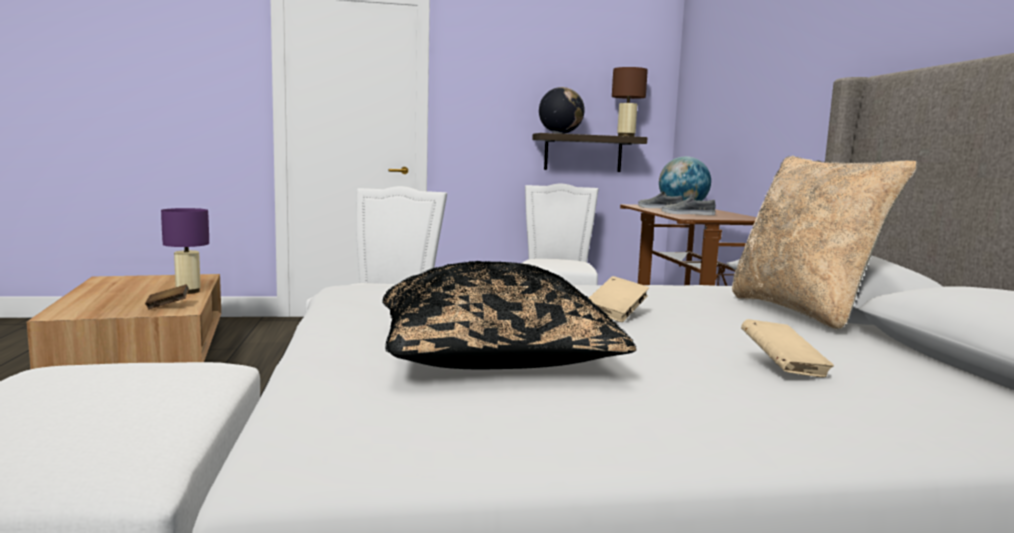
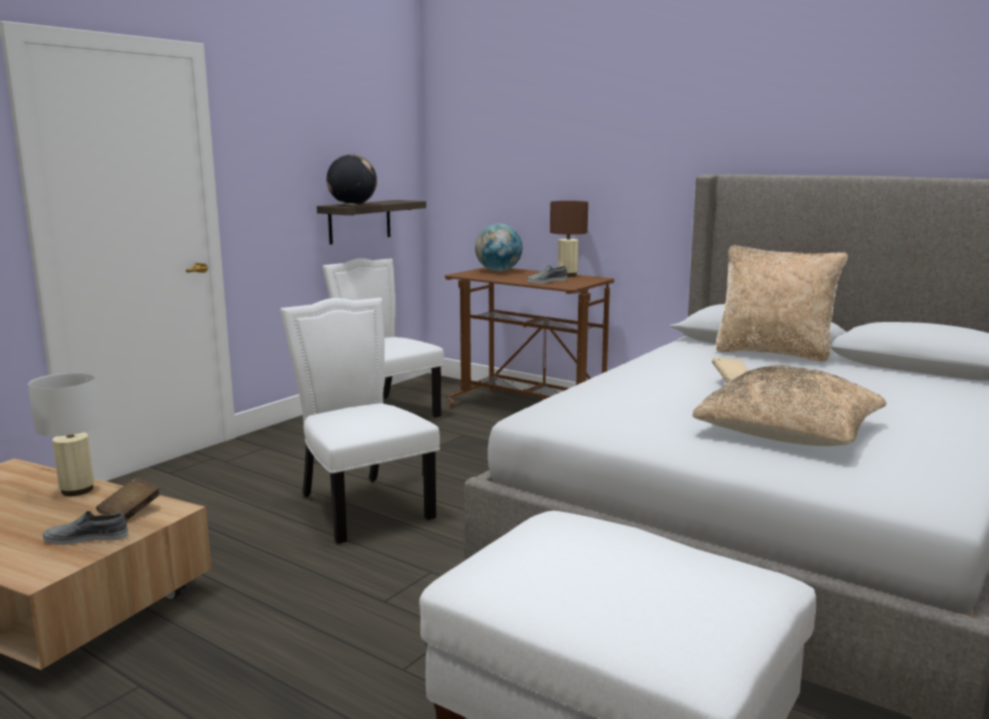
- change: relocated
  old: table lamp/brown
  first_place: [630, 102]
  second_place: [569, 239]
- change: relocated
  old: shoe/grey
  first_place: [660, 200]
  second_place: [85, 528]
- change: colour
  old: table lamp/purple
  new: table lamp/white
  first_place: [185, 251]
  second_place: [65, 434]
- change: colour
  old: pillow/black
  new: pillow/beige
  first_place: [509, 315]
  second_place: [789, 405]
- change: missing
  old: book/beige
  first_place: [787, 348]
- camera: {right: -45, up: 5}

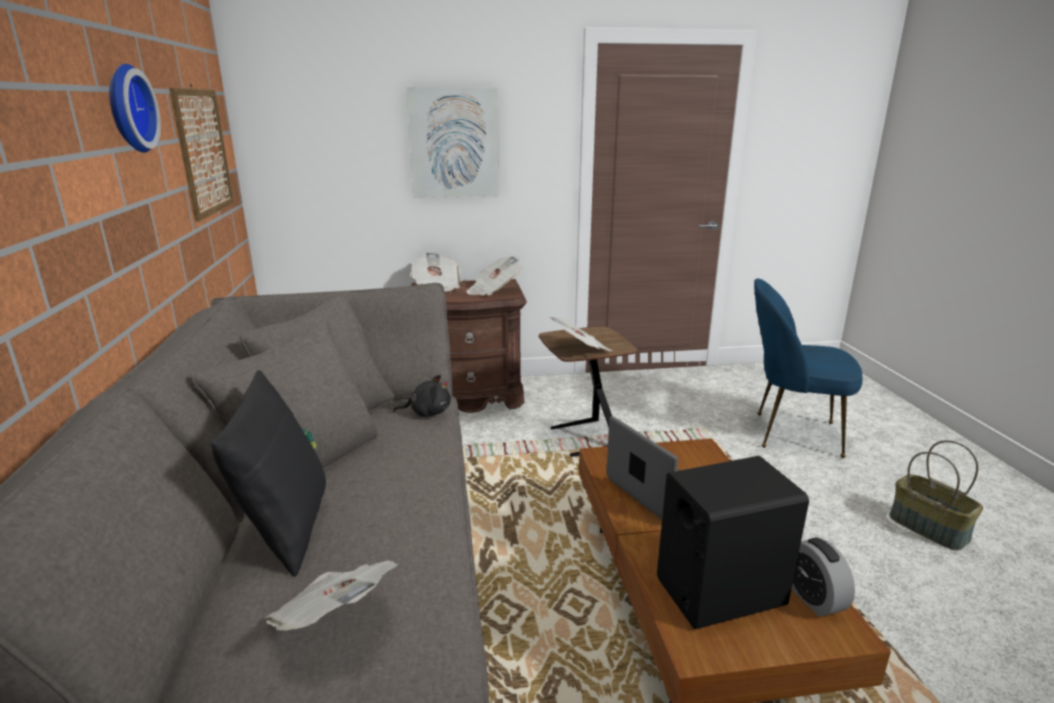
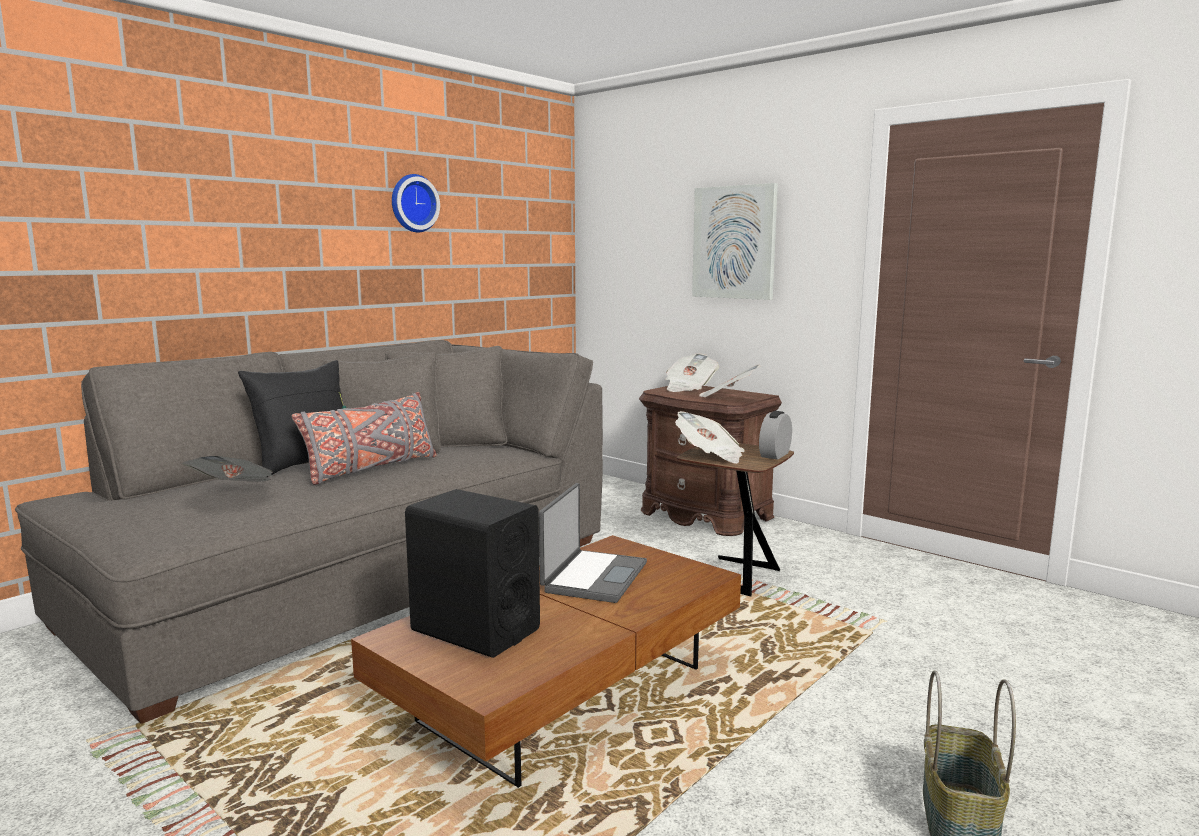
- change: missing
  old: picture
  first_place: [201, 153]
- change: missing
  old: chair/blue
  first_place: [808, 368]
- change: missing
  old: plush toy/black
  first_place: [422, 396]
- change: relocated
  old: alarm clock
  first_place: [823, 577]
  second_place: [775, 435]
- change: appeared
  new: pillow/grey
  second_place: [364, 438]
- camera: {right: 50, up: -10}

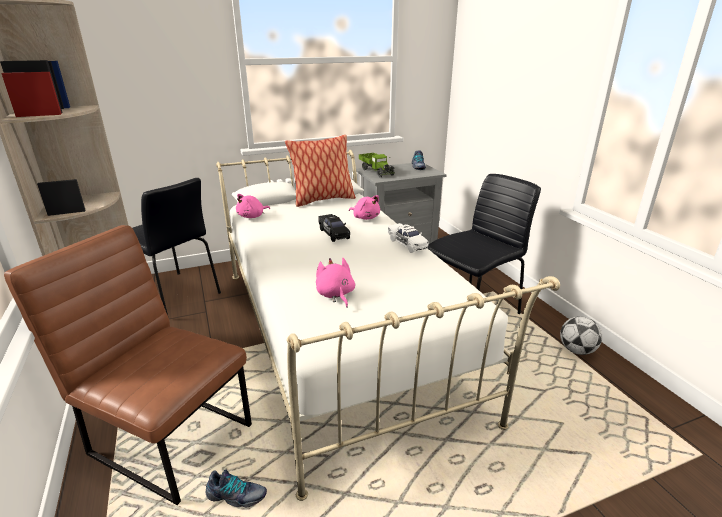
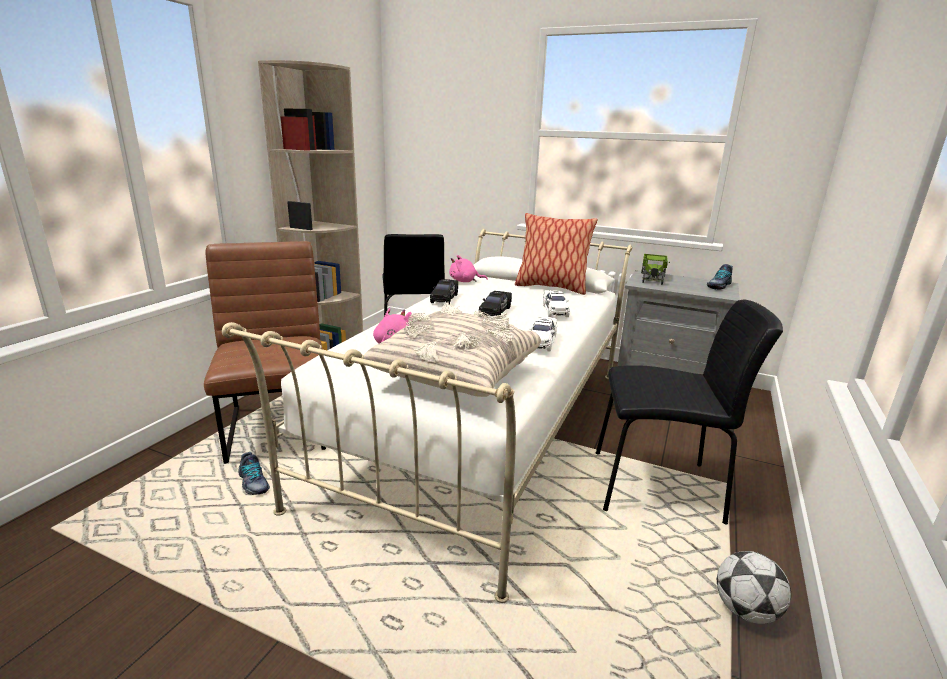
- change: exchanged
  old: plush toy/pink
  new: toy car/white
  first_place: [364, 207]
  second_place: [556, 303]
- change: appeared
  new: toy car/black
  second_place: [444, 292]
- change: appeared
  new: pillow/beige
  second_place: [452, 349]
- camera: {right: 45, up: -5}

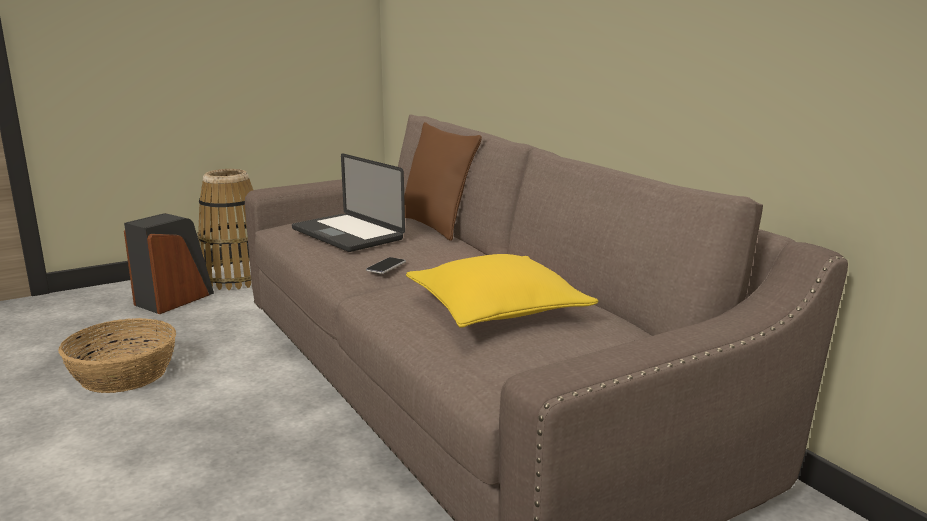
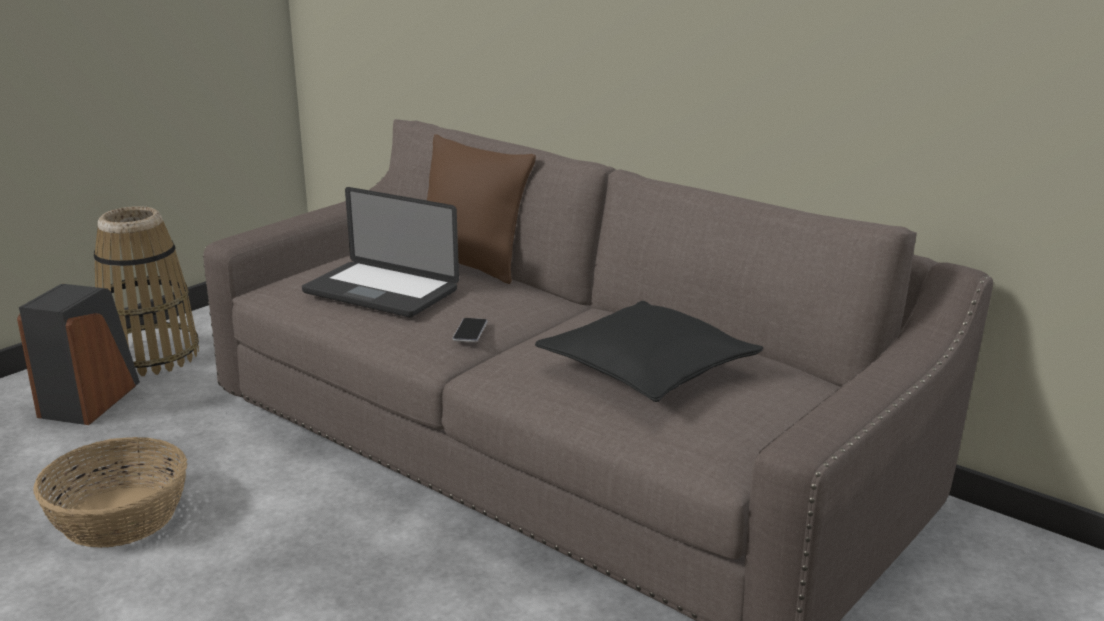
- change: colour
  old: pillow/yellow
  new: pillow/black
  first_place: [502, 291]
  second_place: [649, 351]
- camera: {right: -20, up: 5}

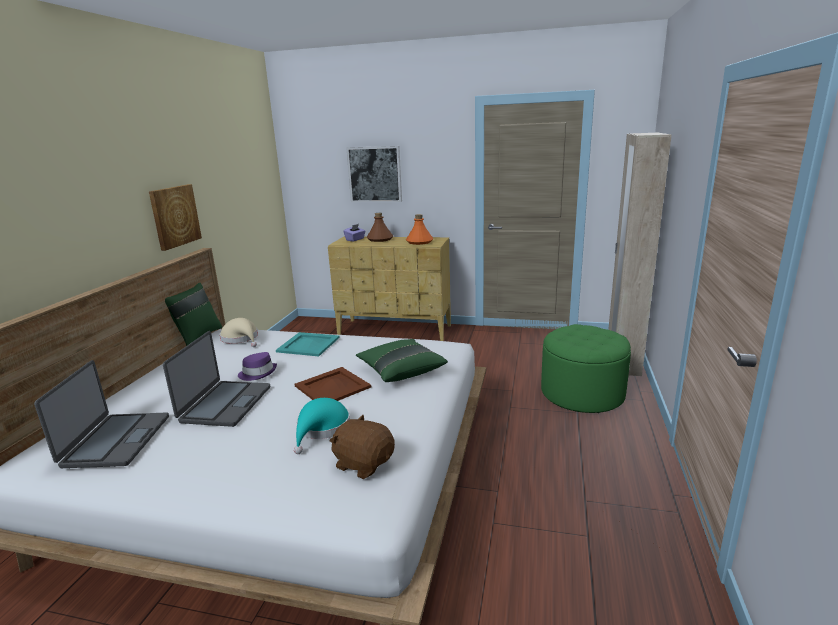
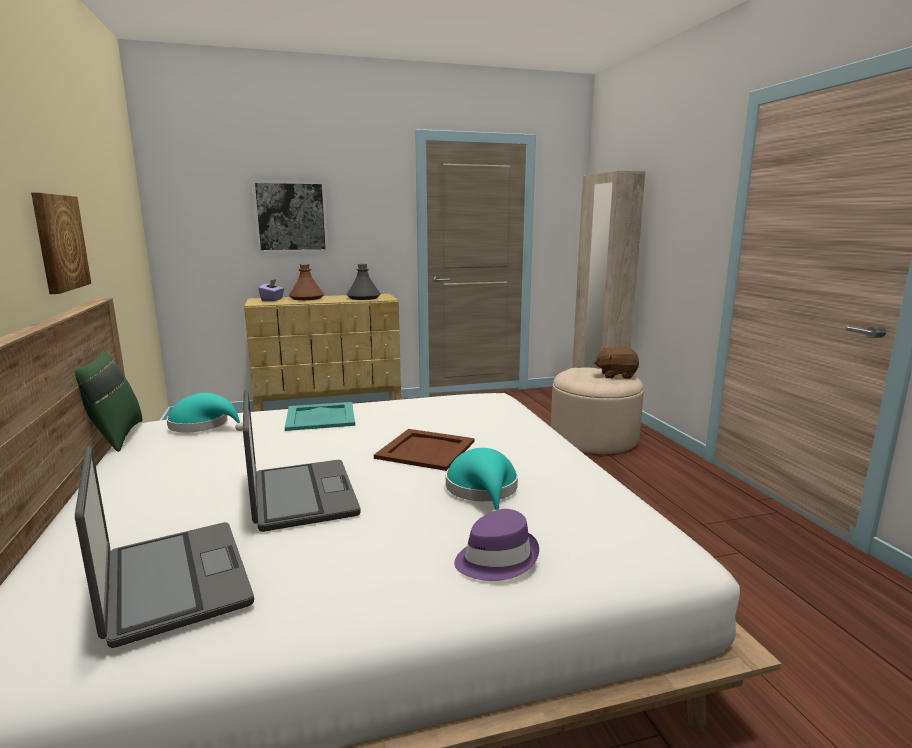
- change: colour
  old: bottle/orange
  new: bottle/grey
  first_place: [420, 229]
  second_place: [363, 282]
- change: colour
  old: hat/beige
  new: hat/turquoise
  first_place: [239, 332]
  second_place: [205, 413]
- change: colour
  old: ottoman/green
  new: ottoman/beige
  first_place: [586, 368]
  second_place: [597, 410]
- change: missing
  old: pillow/green
  first_place: [402, 360]
- change: relocated
  old: hat/purple
  first_place: [257, 366]
  second_place: [496, 545]
- change: relocated
  old: plush toy/brown
  first_place: [362, 447]
  second_place: [616, 363]
- camera: {right: -30, up: -5}

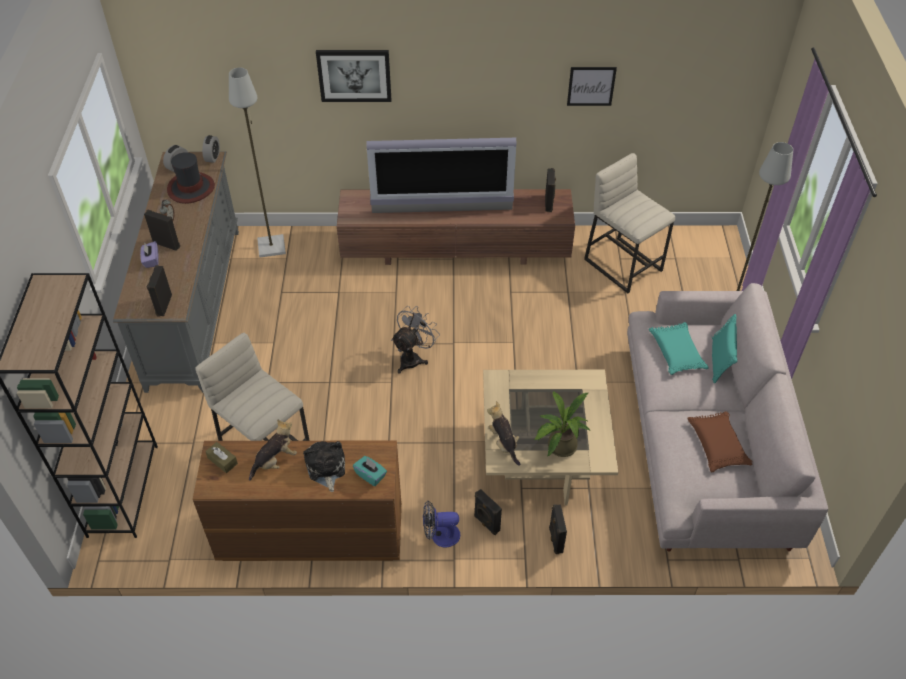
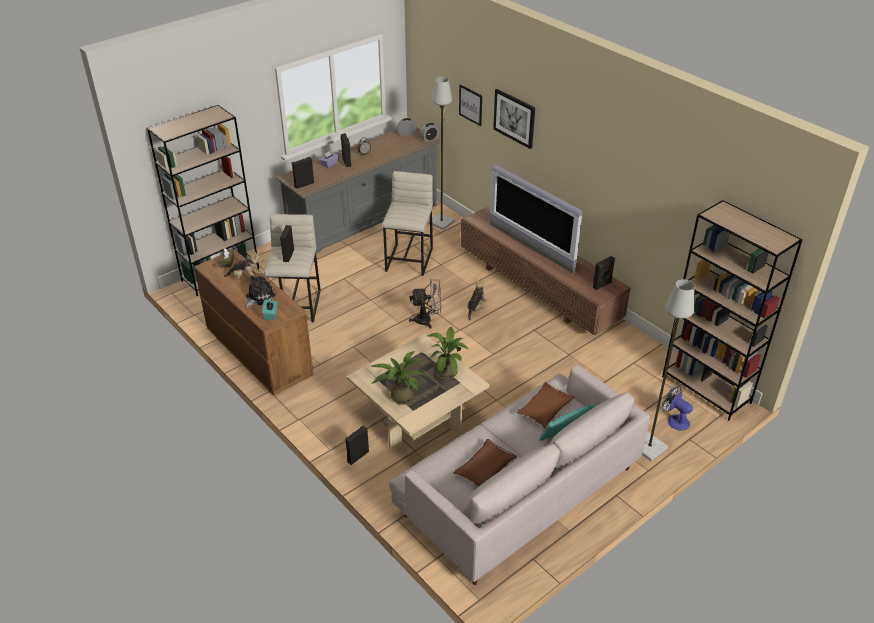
- change: relocated
  old: picture
  first_place: [592, 86]
  second_place: [470, 105]
- change: missing
  old: hat
  first_place: [191, 178]
- change: relocated
  old: stool/beige
  first_place: [629, 223]
  second_place: [408, 223]
- change: colour
  old: pillow/turquoise
  new: pillow/brown
  first_place: [679, 348]
  second_place: [546, 405]
- change: relocated
  old: plush toy
  first_place: [503, 433]
  second_place: [477, 300]
- change: relocated
  old: speaker/black
  first_place: [488, 512]
  second_place: [287, 243]
- change: relocated
  old: fan
  first_place: [441, 524]
  second_place: [677, 408]
- change: appeared
  new: bookcase/beige
  second_place: [732, 310]
- change: appeared
  new: potted plant
  second_place: [448, 353]
- camera: {right: 50, up: -10}

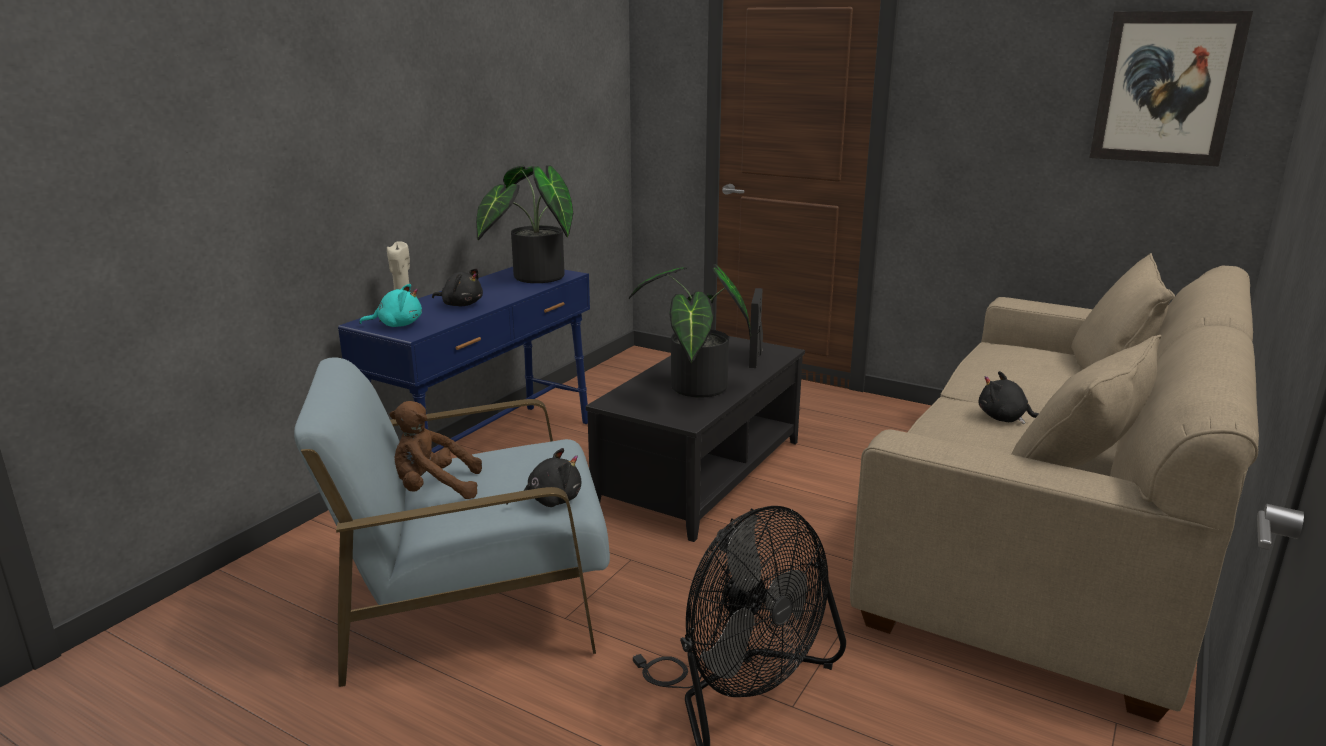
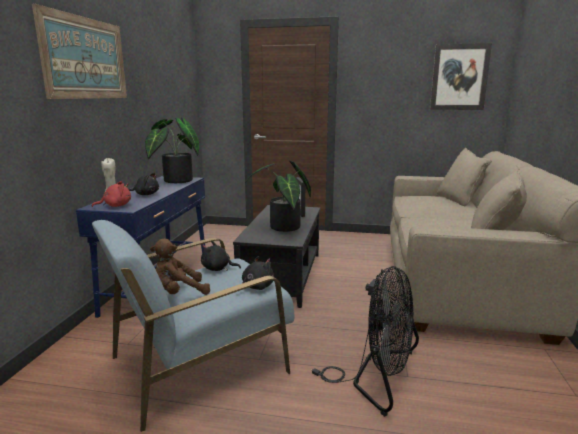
- change: colour
  old: plush toy/turquoise
  new: plush toy/red
  first_place: [390, 305]
  second_place: [111, 194]
- change: relocated
  old: plush toy/black
  first_place: [1009, 397]
  second_place: [221, 256]
- change: appeared
  new: picture
  second_place: [79, 51]
- camera: {right: -20, up: -5}

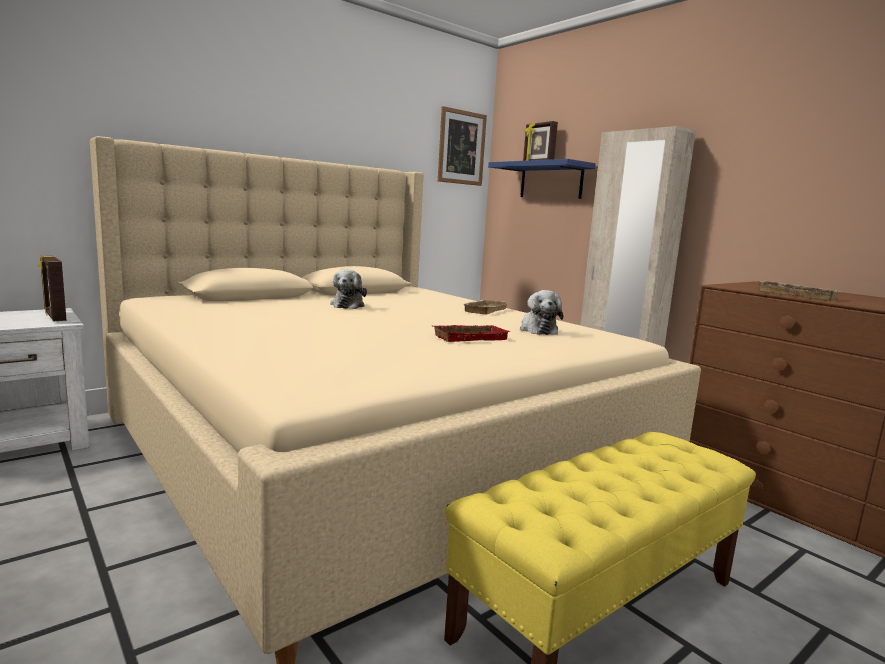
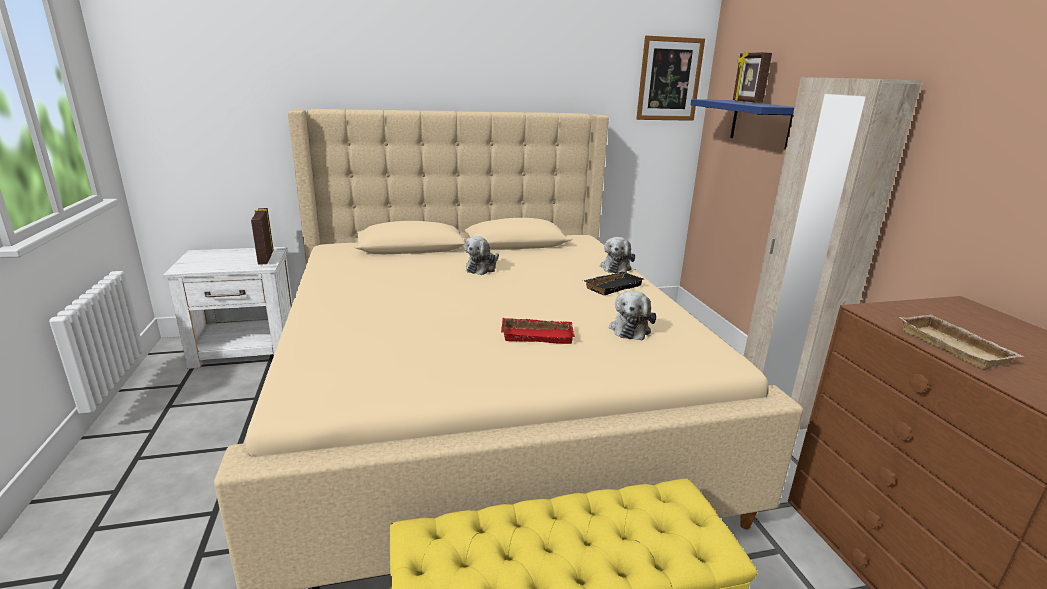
- change: colour
  old: tray/beige
  new: tray/black
  first_place: [485, 307]
  second_place: [613, 283]
- change: appeared
  new: plush toy
  second_place: [617, 255]
- camera: {right: 25, up: 10}

